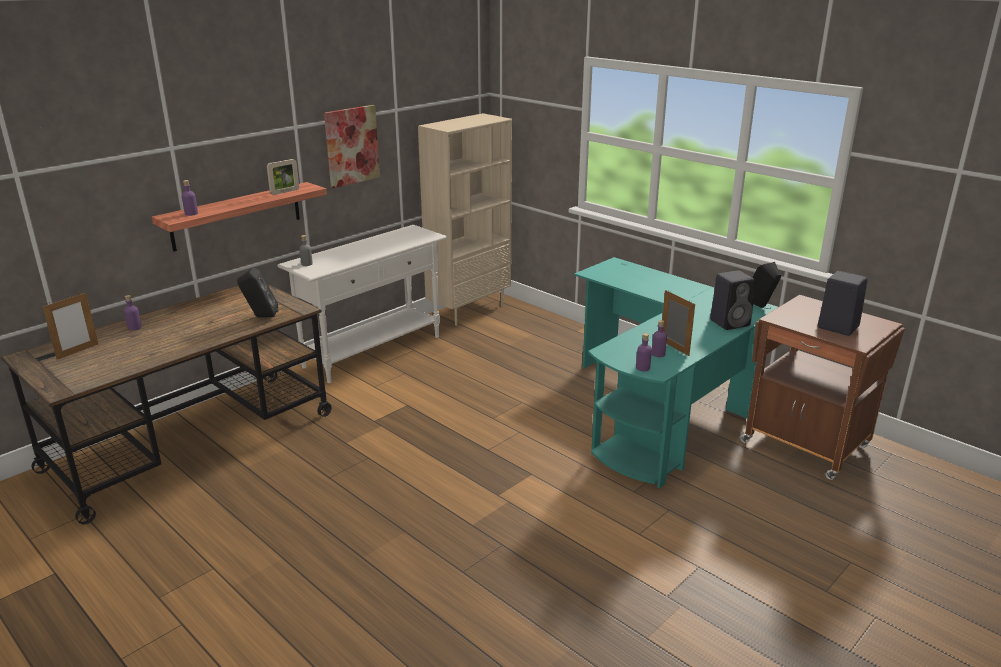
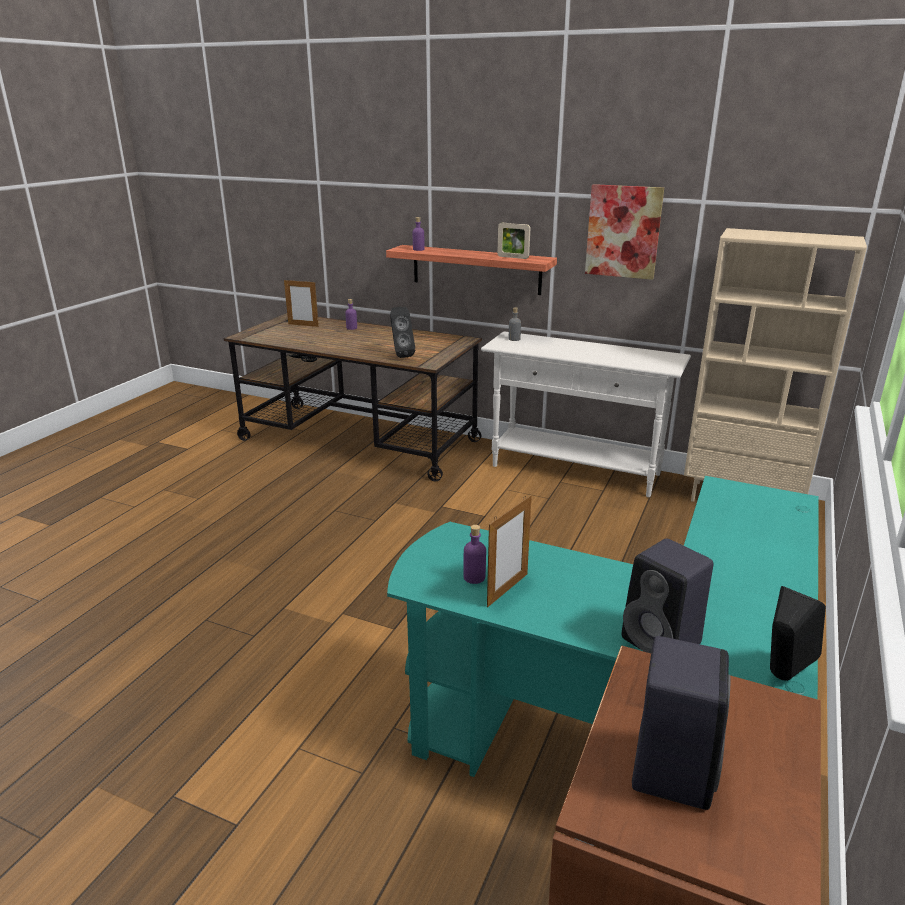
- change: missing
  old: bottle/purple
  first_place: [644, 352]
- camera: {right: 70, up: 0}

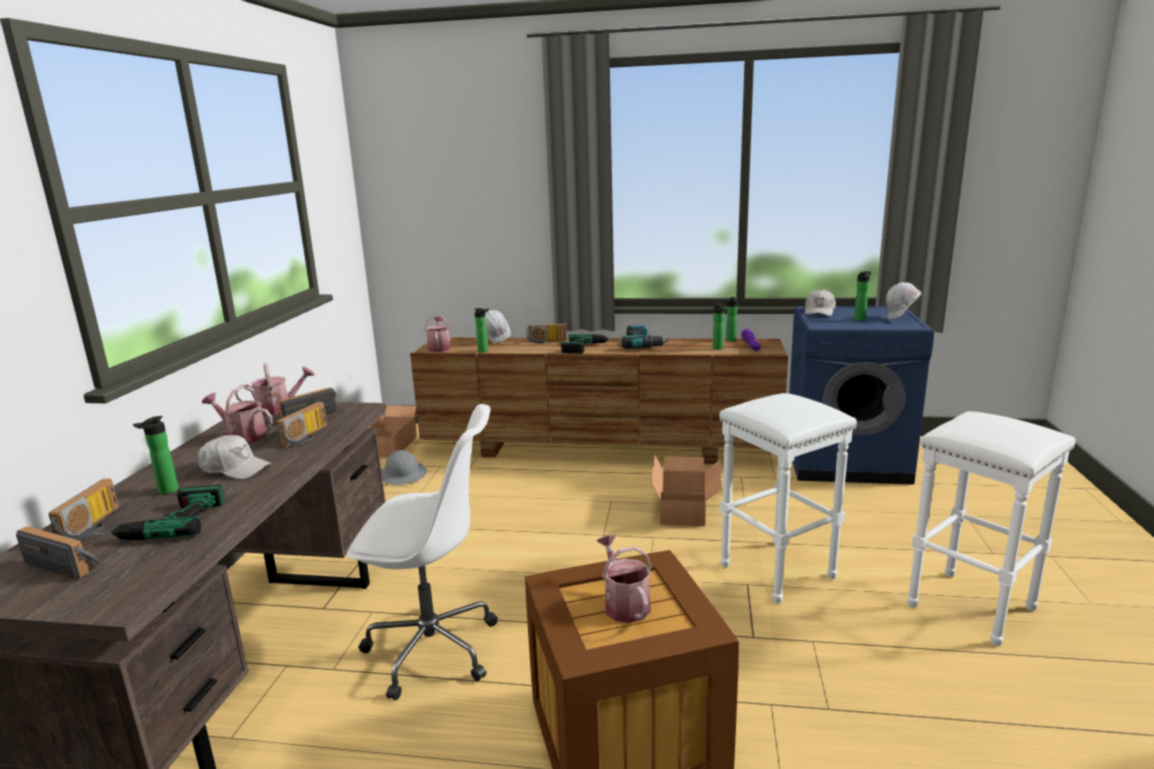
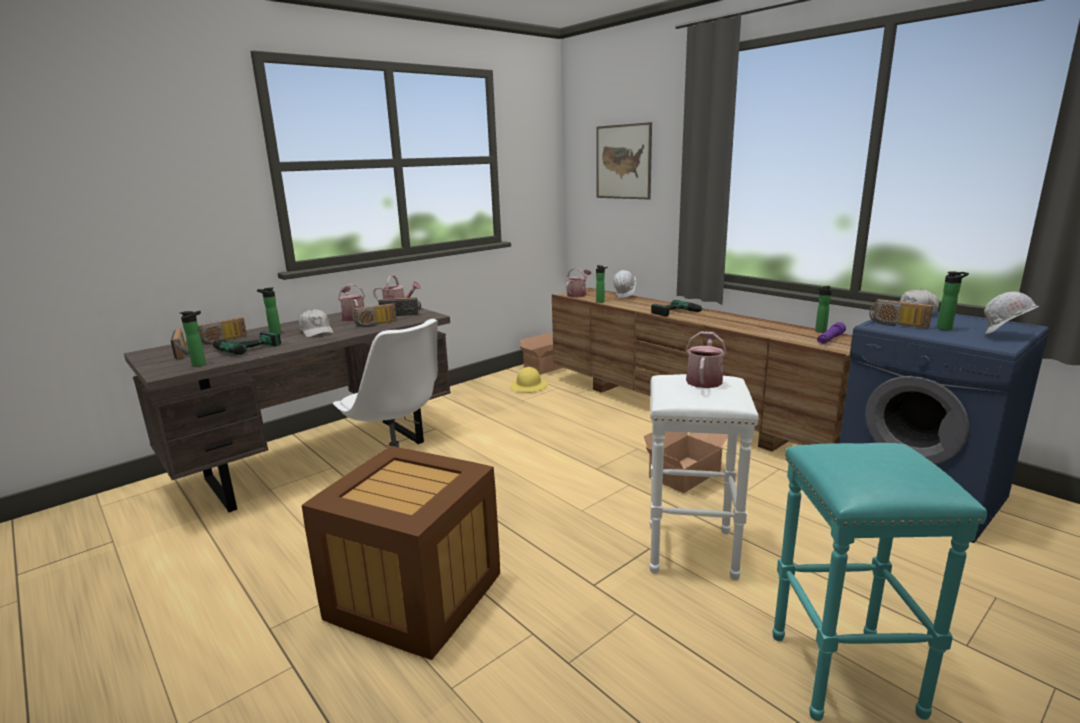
- change: relocated
  old: bottle
  first_place: [718, 326]
  second_place: [193, 339]
- change: relocated
  old: radio
  first_place: [546, 333]
  second_place: [901, 313]
- change: missing
  old: power drill
  first_place: [644, 337]
- change: colour
  old: stool/white
  new: stool/turquoise
  first_place: [991, 528]
  second_place: [880, 582]
- change: colour
  old: hard hat/grey
  new: hard hat/yellow
  first_place: [404, 467]
  second_place: [529, 379]
- change: relocated
  old: watering can
  first_place: [624, 579]
  second_place: [706, 359]
- change: appeared
  new: picture
  second_place: [624, 160]
- camera: {right: 40, up: 0}

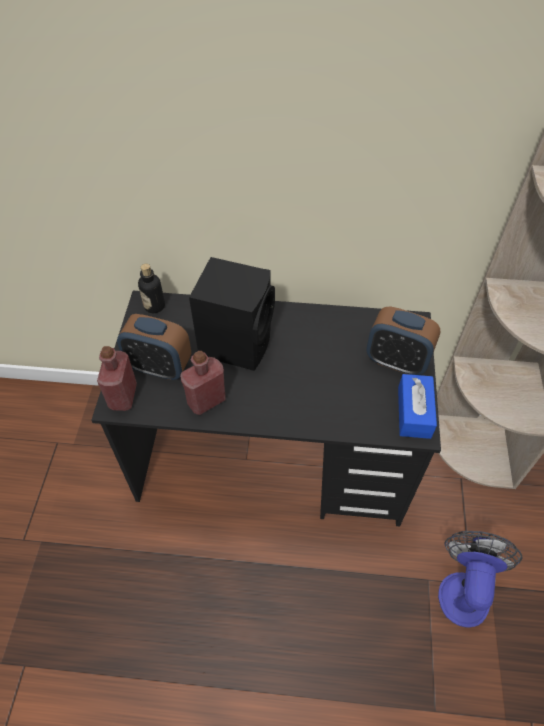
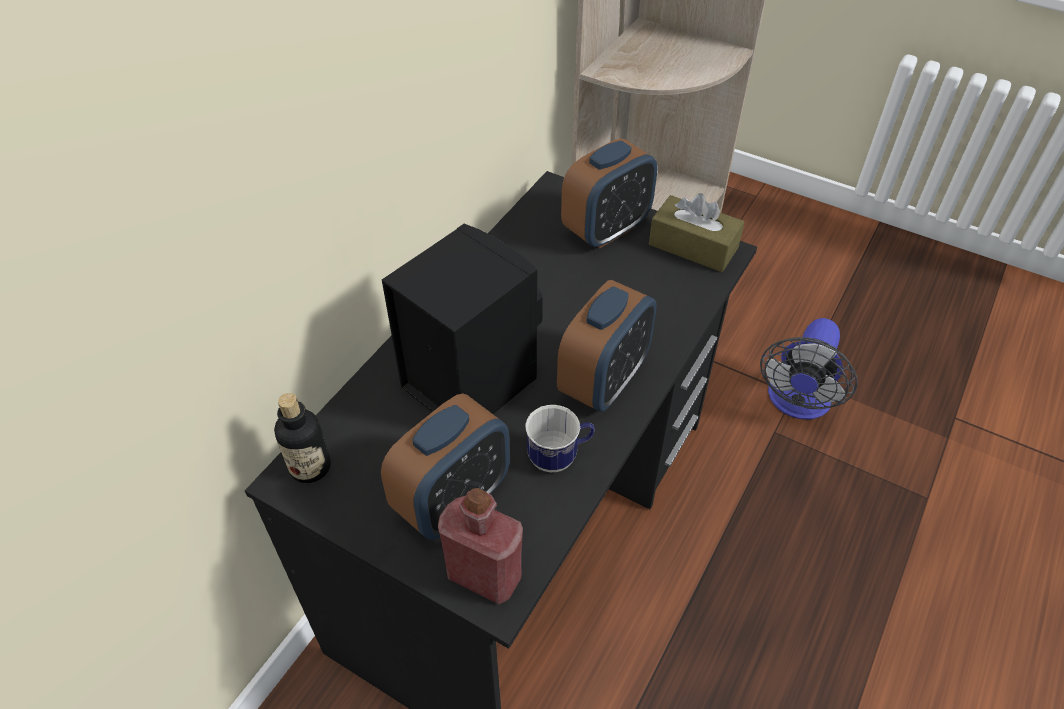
- change: exchanged
  old: bottle/red
  new: mug
  first_place: [203, 383]
  second_place: [560, 438]
- change: colour
  old: tissue box/blue
  new: tissue box/brown
  first_place: [417, 406]
  second_place: [697, 232]
- change: spun
  old: fan
  first_place: [480, 579]
  second_place: [808, 368]
  degrees: -105
- change: appeared
  new: alarm clock
  second_place: [607, 346]
- camera: {right: -65, up: -5}

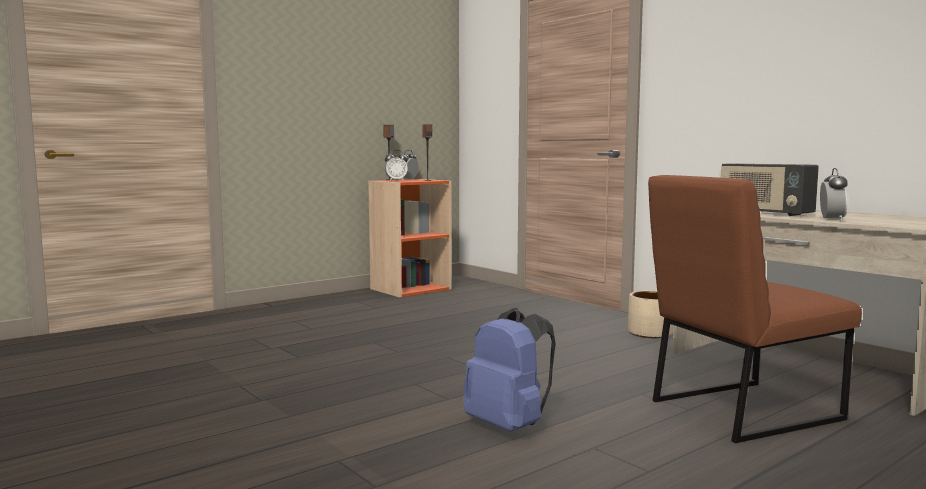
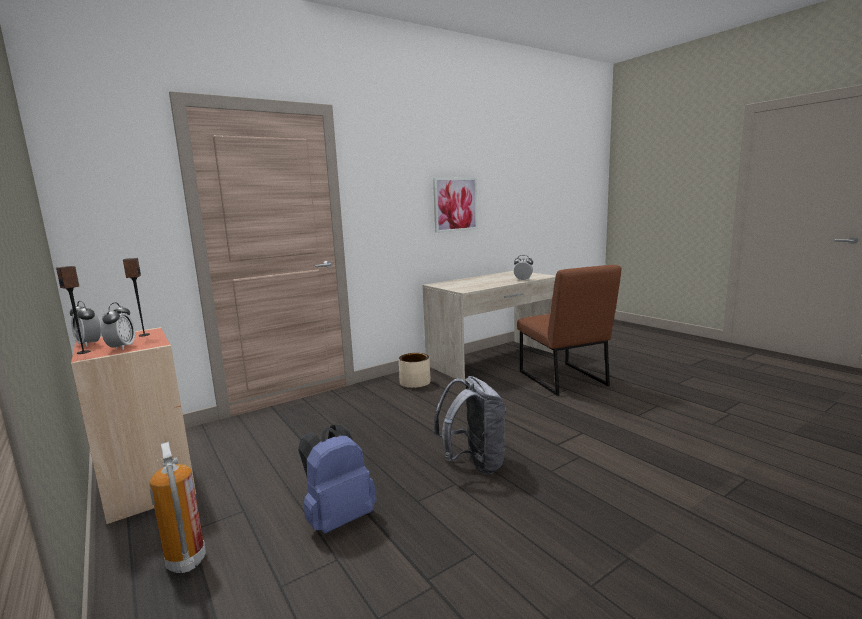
- change: missing
  old: radio
  first_place: [770, 189]
- change: relocated
  old: backpack/blue
  first_place: [509, 370]
  second_place: [337, 479]
- change: appeared
  new: picture
  second_place: [455, 205]
- change: appeared
  new: backpack/grey
  second_place: [470, 425]
- change: appeared
  new: fire extinguisher
  second_place: [177, 507]
- camera: {right: -85, up: 5}

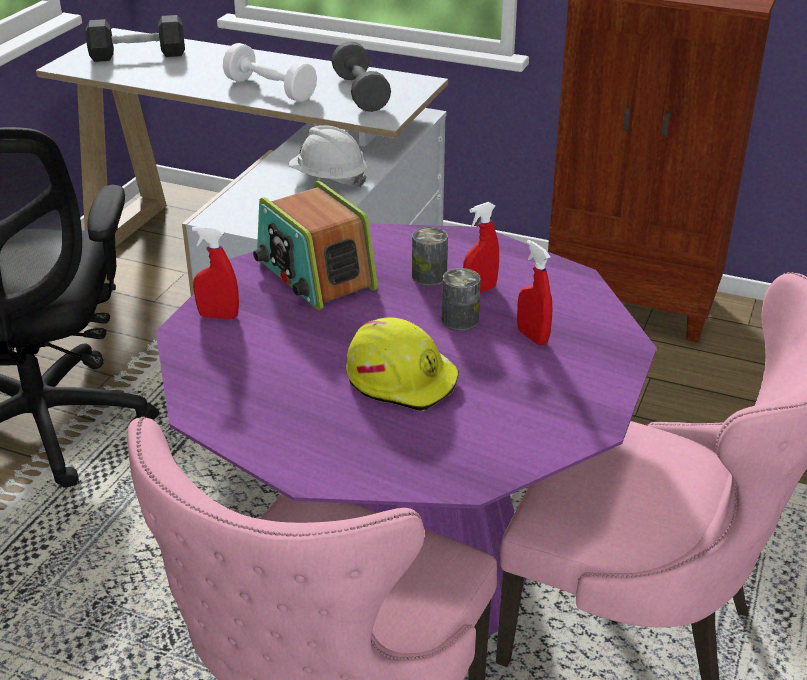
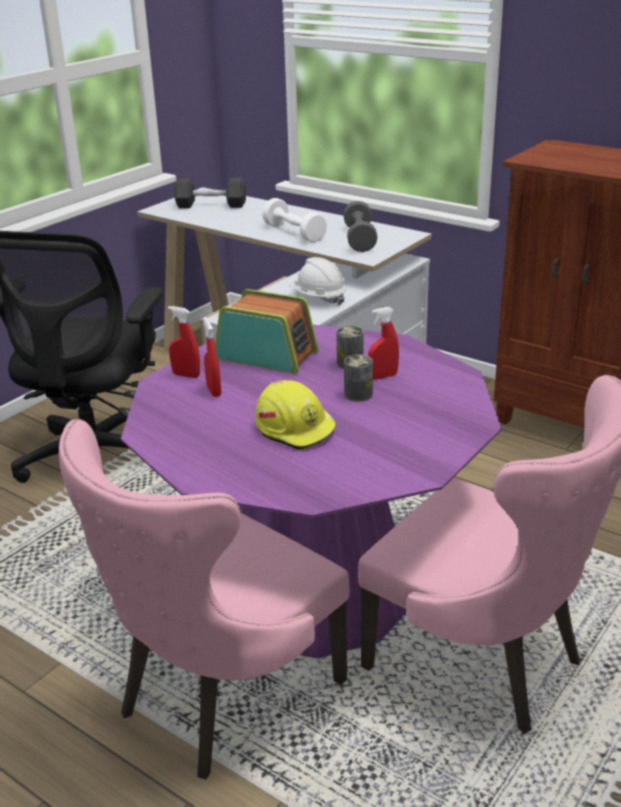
- change: spun
  old: radio
  first_place: [315, 245]
  second_place: [267, 331]
  degrees: 135
- change: relocated
  old: spray bottle/red
  first_place: [534, 293]
  second_place: [212, 357]
- camera: {right: 15, up: -5}

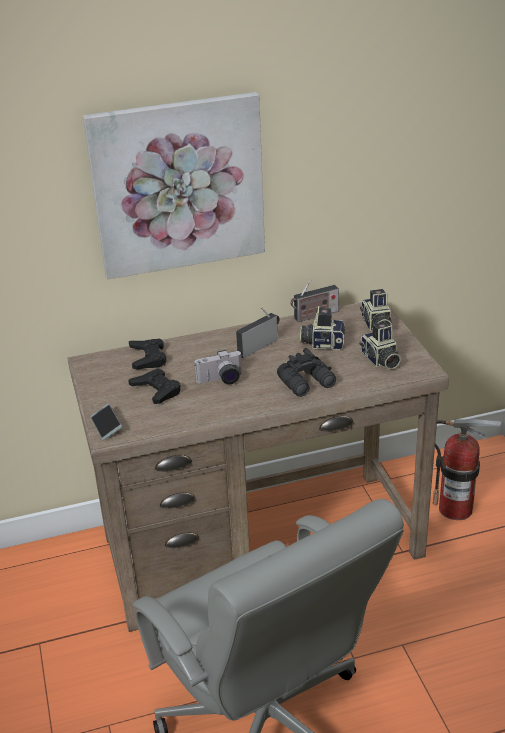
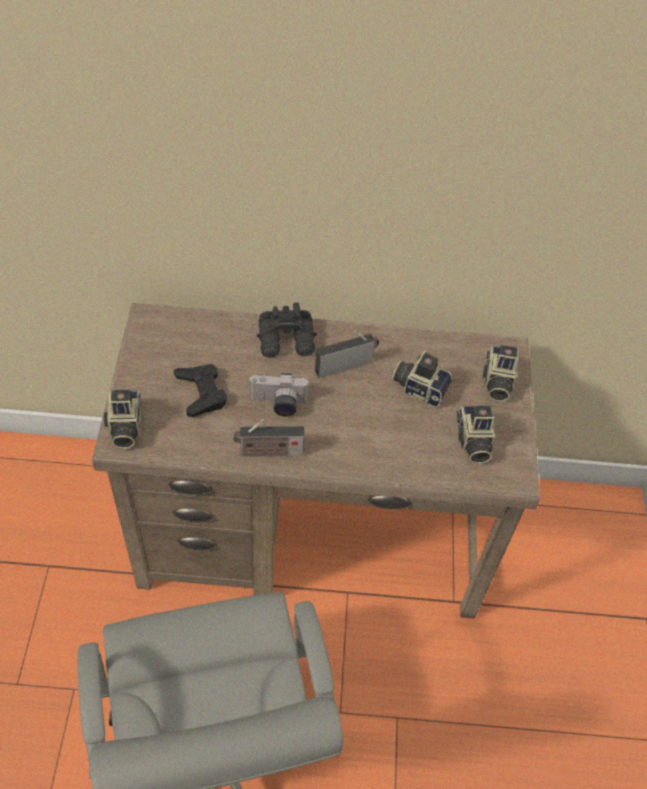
- change: missing
  old: picture
  first_place: [174, 186]
- change: relocated
  old: radio
  first_place: [314, 301]
  second_place: [268, 438]
- change: missing
  old: game controller/black
  first_place: [148, 353]
- change: relocated
  old: binoculars/black
  first_place: [306, 372]
  second_place: [287, 329]
- change: exchanged
  old: phone
  new: photo camera
  first_place: [106, 422]
  second_place: [123, 419]
- change: missing
  old: fire extinguisher
  first_place: [467, 469]
- camera: {right: 15, up: 20}

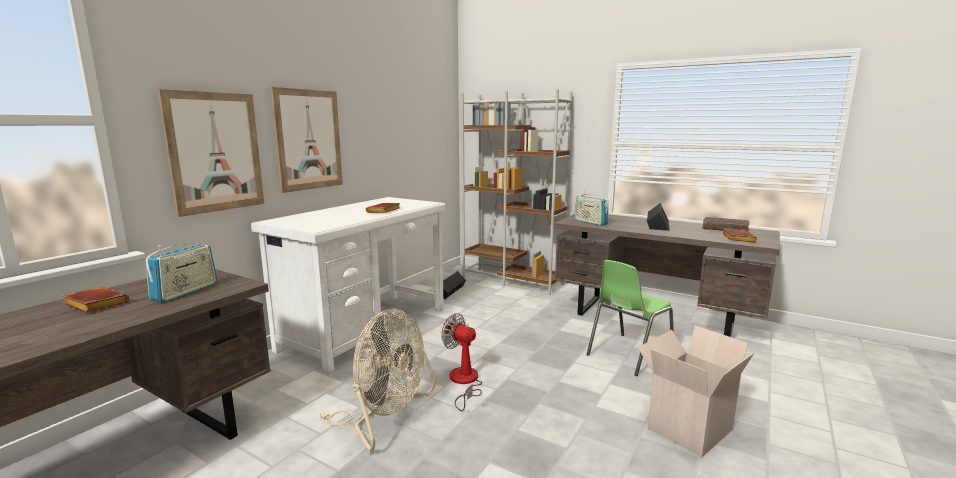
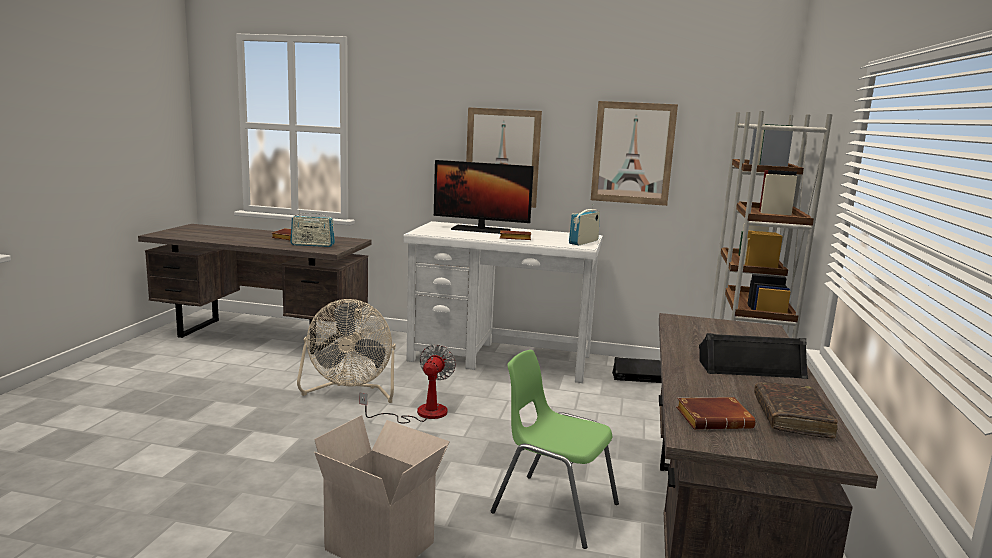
- change: relocated
  old: picture
  first_place: [211, 153]
  second_place: [634, 153]
- change: relocated
  old: radio
  first_place: [591, 208]
  second_place: [584, 224]
- change: appeared
  new: monitor
  second_place: [484, 197]
- camera: {right: 70, up: 0}

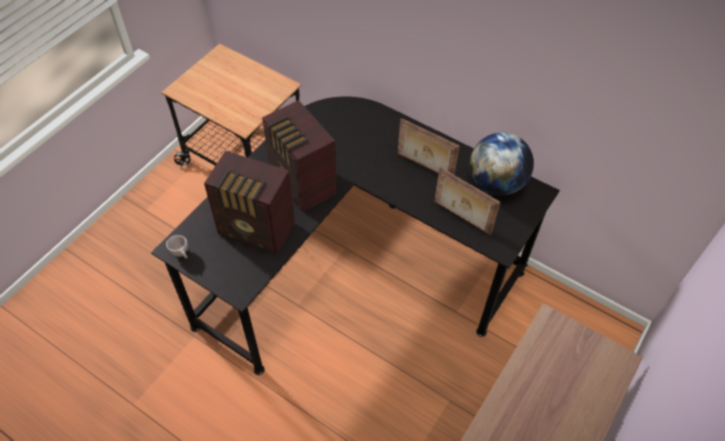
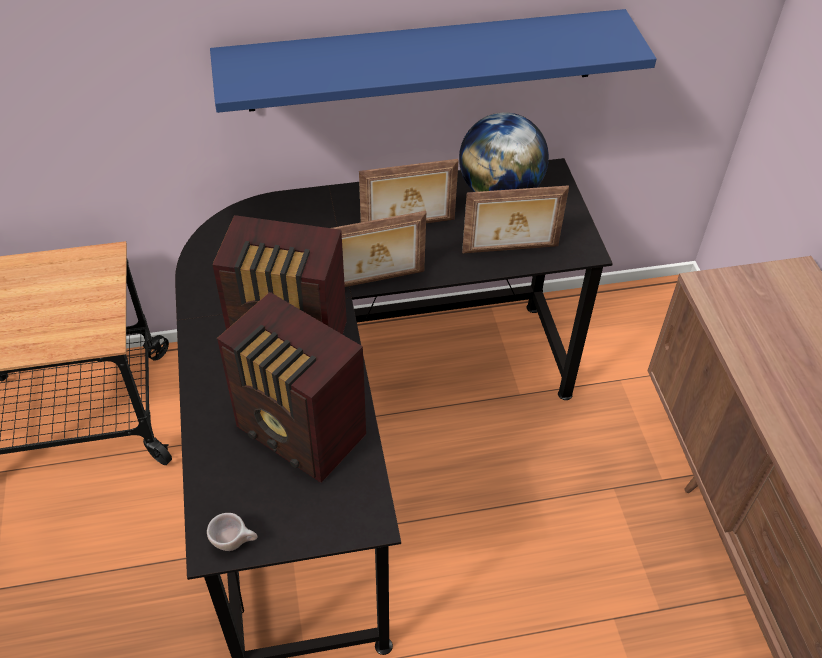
- change: spun
  old: radio
  first_place: [249, 202]
  second_place: [291, 387]
  degrees: 60
- change: appeared
  new: shelf/blue
  second_place: [433, 61]
- change: appeared
  new: picture frame
  second_place: [379, 249]
- camera: {right: -45, up: -5}

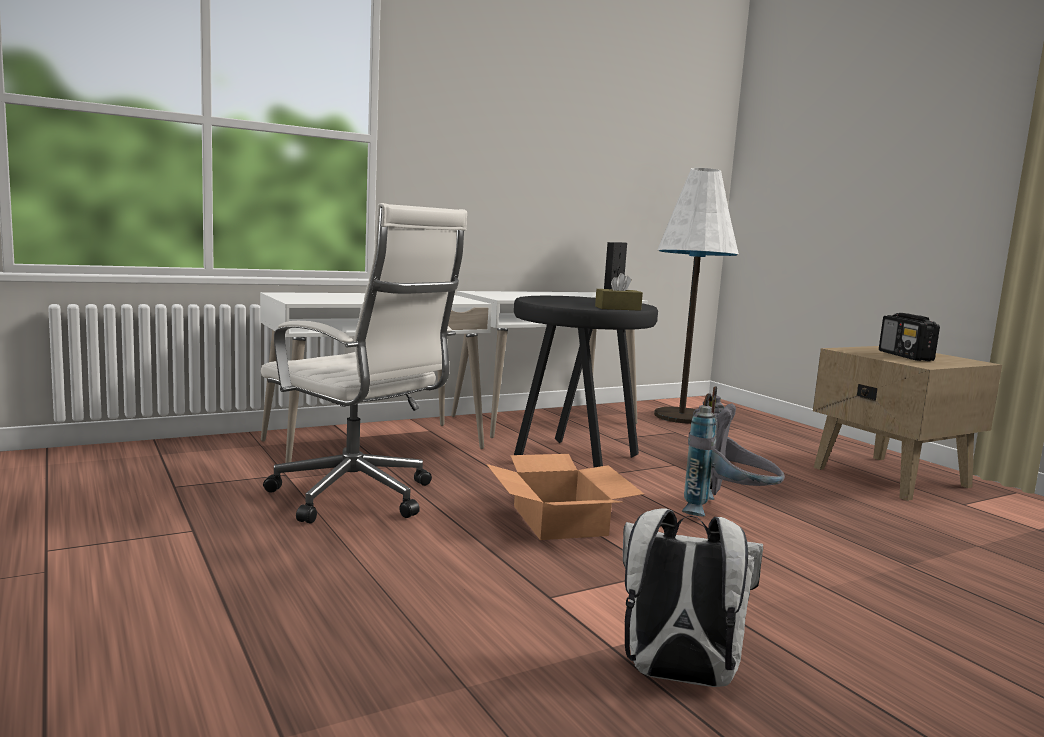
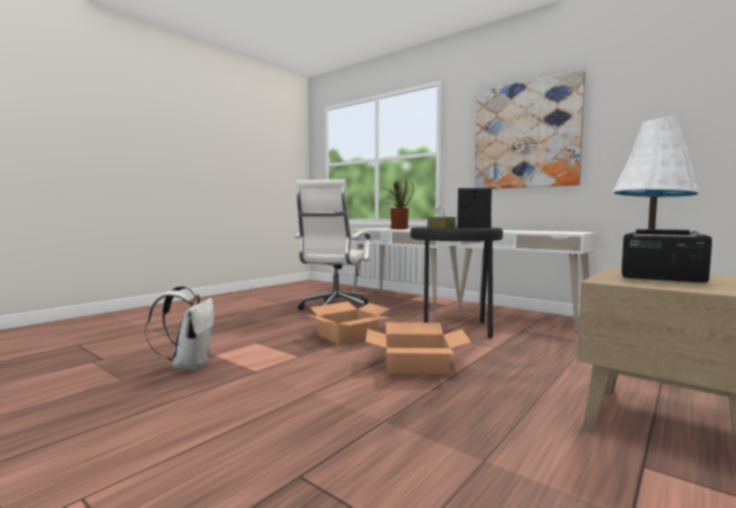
- change: spun
  old: radio
  first_place: [909, 337]
  second_place: [667, 256]
  degrees: 60
- change: exchanged
  old: backpack/grey
  new: cardboard box
  first_place: [733, 451]
  second_place: [418, 348]
- change: appeared
  new: picture
  second_place: [529, 129]
- change: appeared
  new: potted plant
  second_place: [398, 203]
- camera: {right: 70, up: -5}

